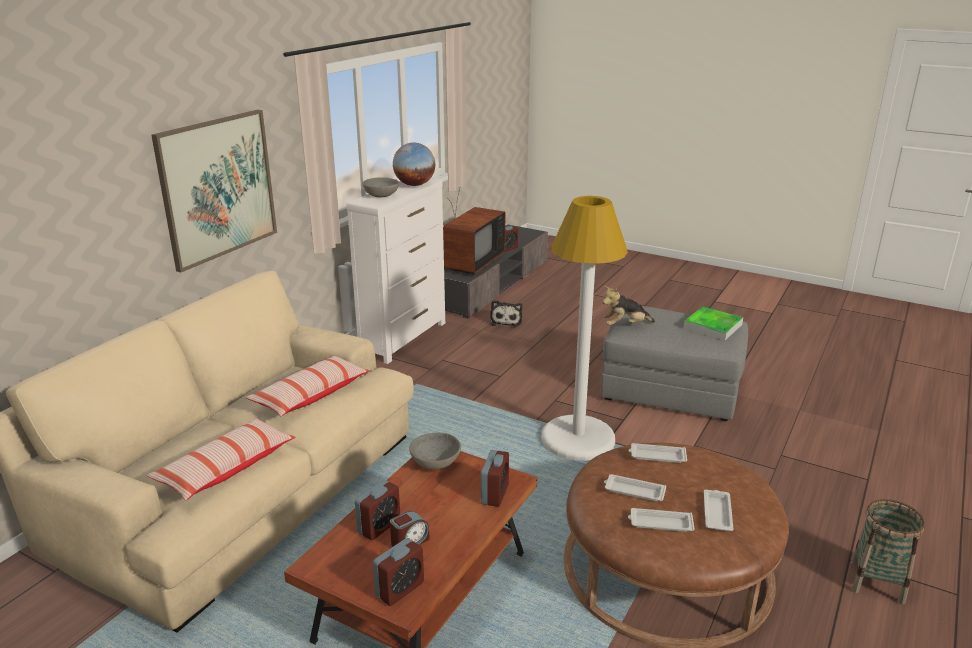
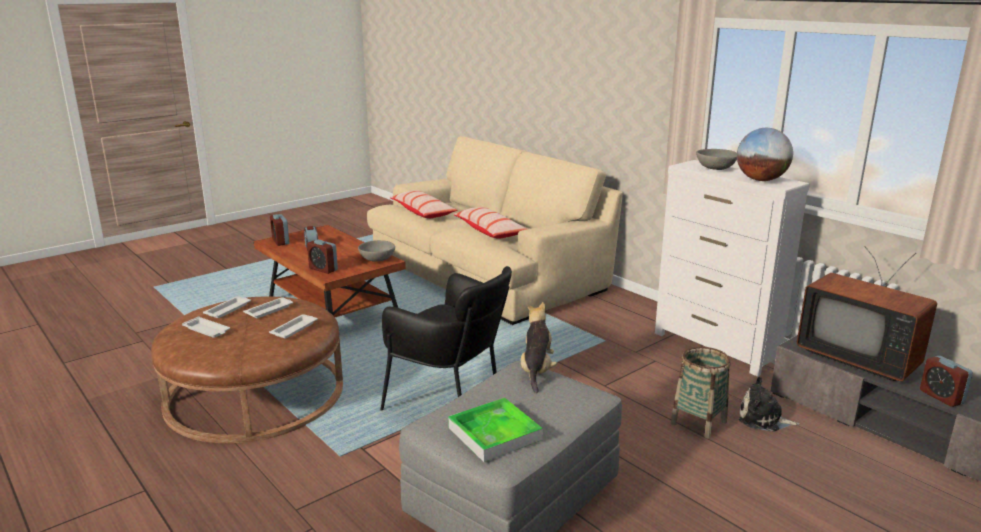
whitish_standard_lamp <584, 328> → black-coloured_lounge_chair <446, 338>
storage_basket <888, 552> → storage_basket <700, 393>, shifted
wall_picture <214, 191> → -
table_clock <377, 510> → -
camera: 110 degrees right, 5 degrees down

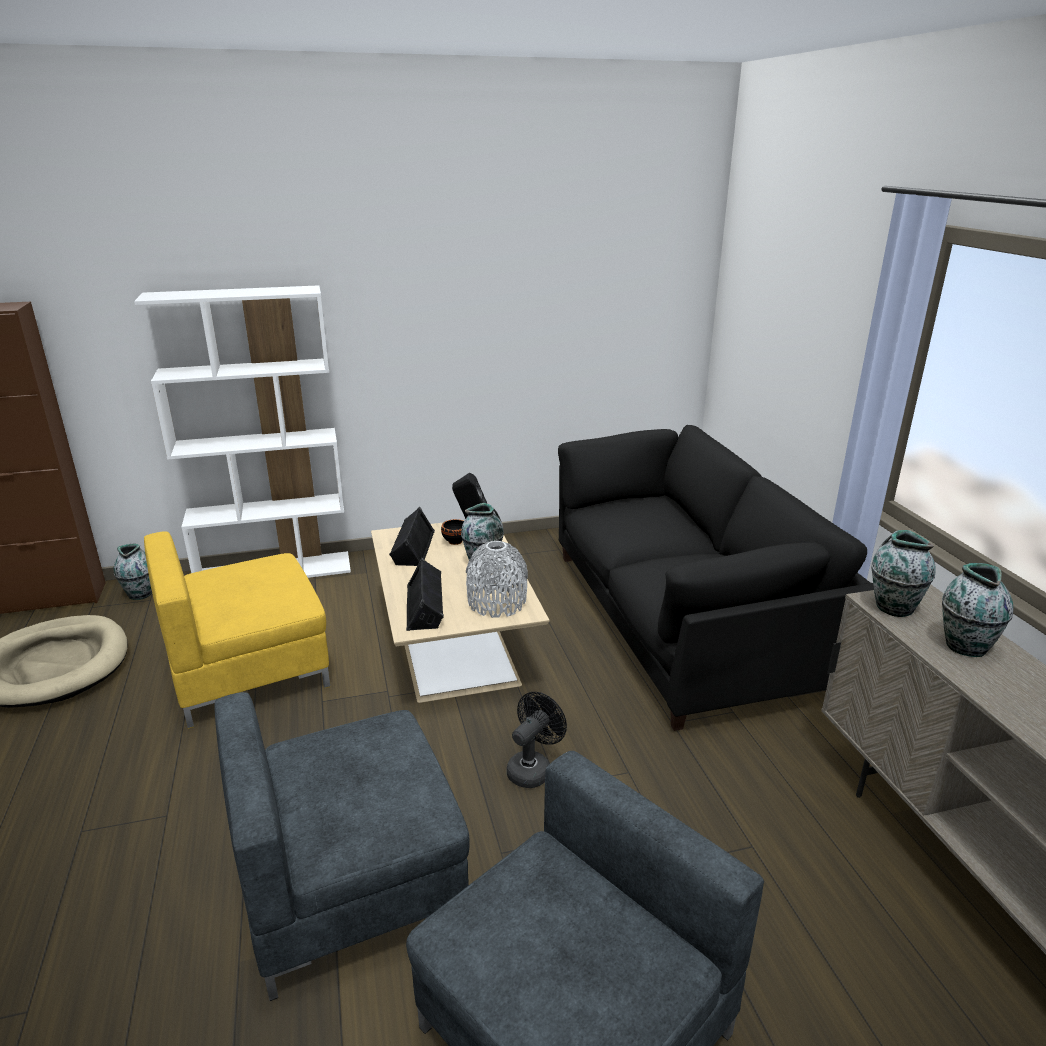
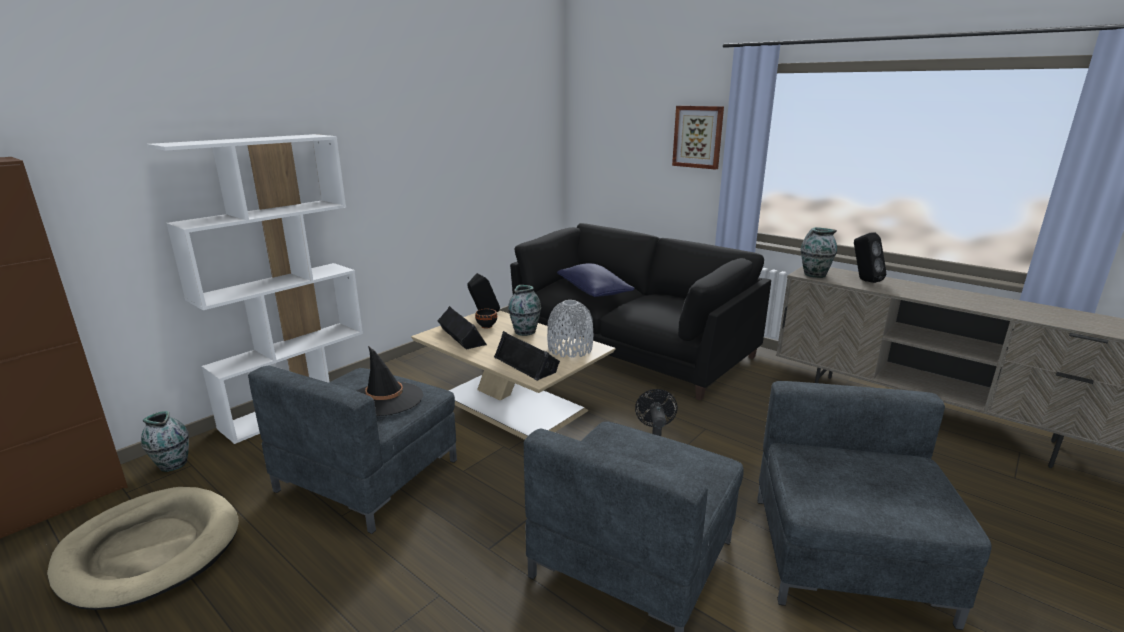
yellowish_lounge_chair <237, 630> → grey_lounge_chair <352, 449>
- → black-coloured_wearable_hat <390, 381>
- → bluish_cushion <596, 280>
- → wall_picture <698, 138>
decorative_vase <977, 610> → black-coloured_speaker <870, 257>
camera: 35 degrees left, 5 degrees down

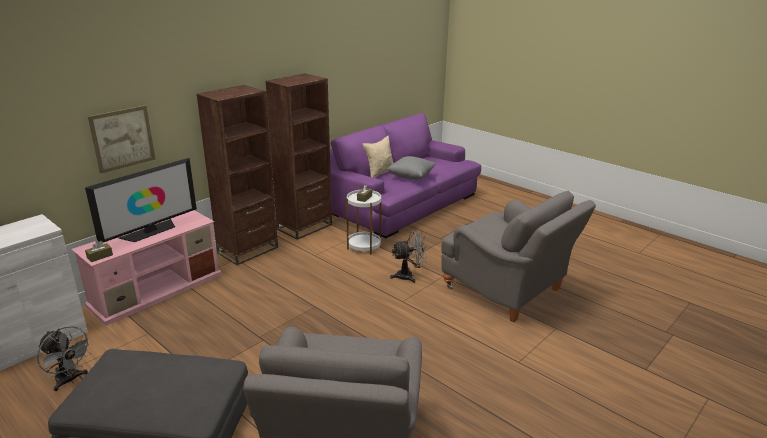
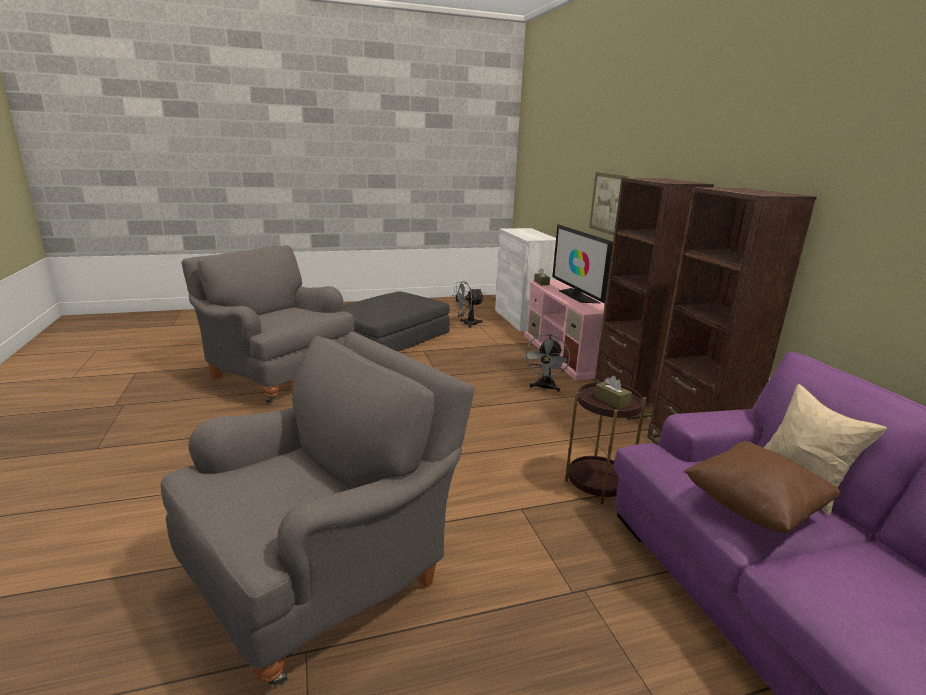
grey_lounge_chair <518, 257> → grey_lounge_chair <317, 508>, 150 degrees clockwise
grey_fan <408, 256> → grey_fan <547, 363>, shifted
whitish_accent_table <363, 221> → brown-coloured_accent_table <606, 443>
grey_cushion <411, 168> → brown-coloured_cushion <762, 487>
camera: 120 degrees right, 5 degrees down

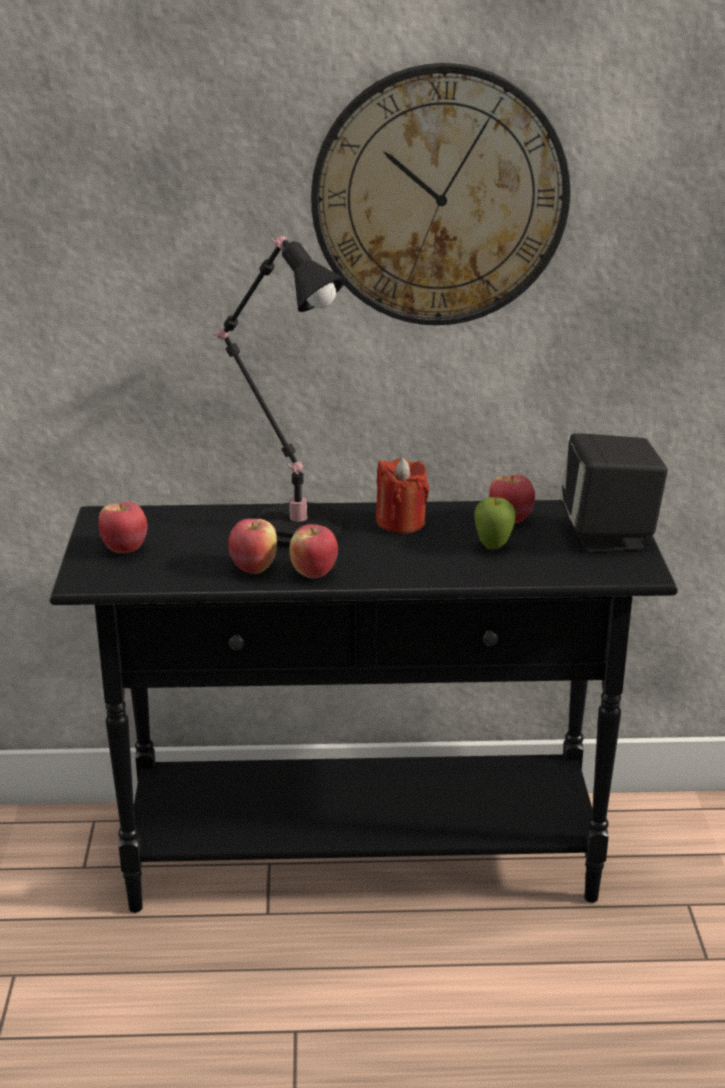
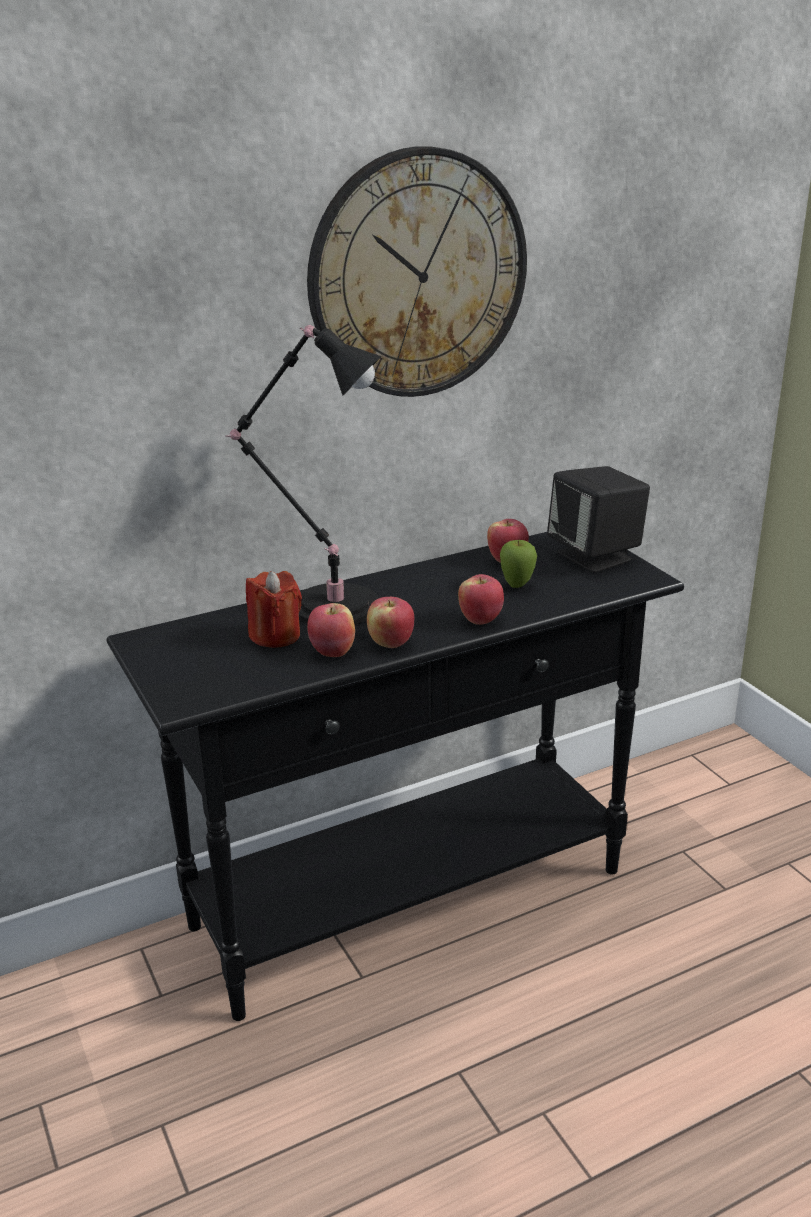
red_wax_light <402, 495> → red_wax_light <274, 609>, shifted
apple <123, 527> → apple <481, 599>, shifted
camera: 25 degrees left, 0 degrees up

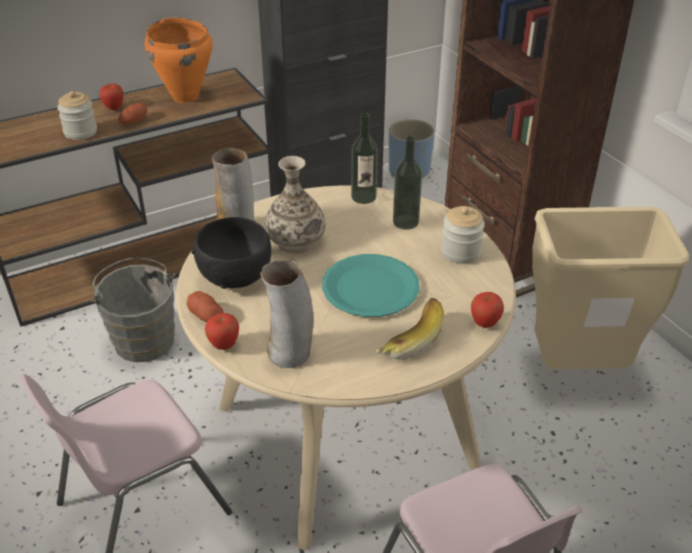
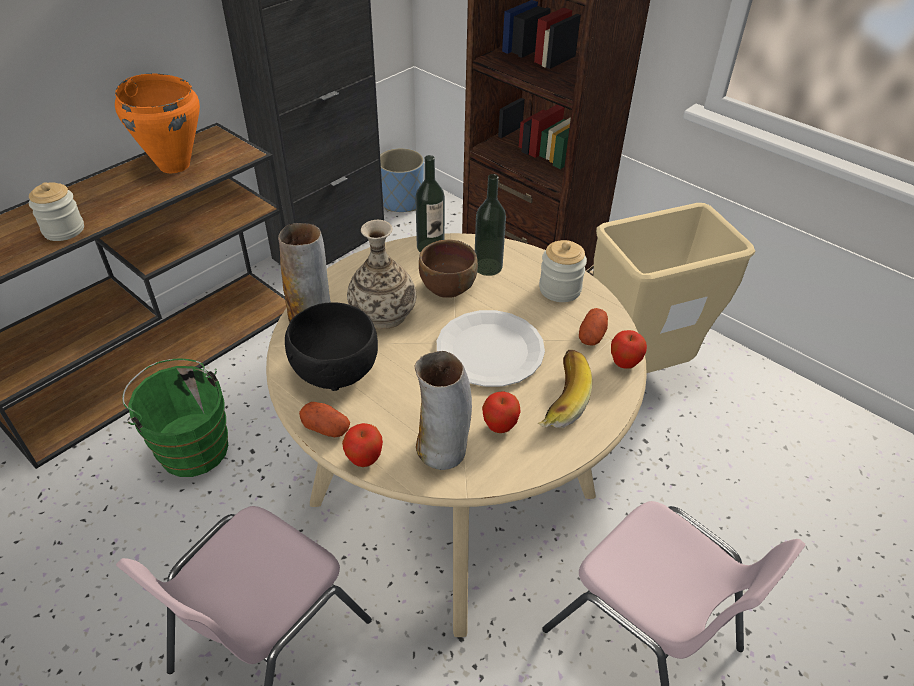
grey_pail <132, 310> → green_pail <175, 418>
- → brown-coloured_deep_dish <448, 268>
blue-green_flat_dish <371, 285> → whitish_flat_dish <491, 348>
apple <111, 97> → apple <501, 412>, shifted
spud <132, 113> → spud <593, 327>, shifted
camera: 20 degrees left, 5 degrees up

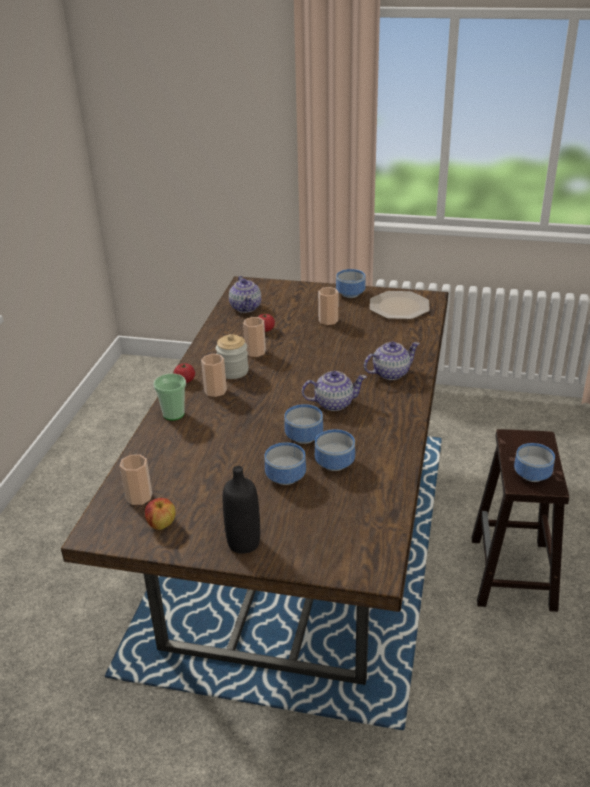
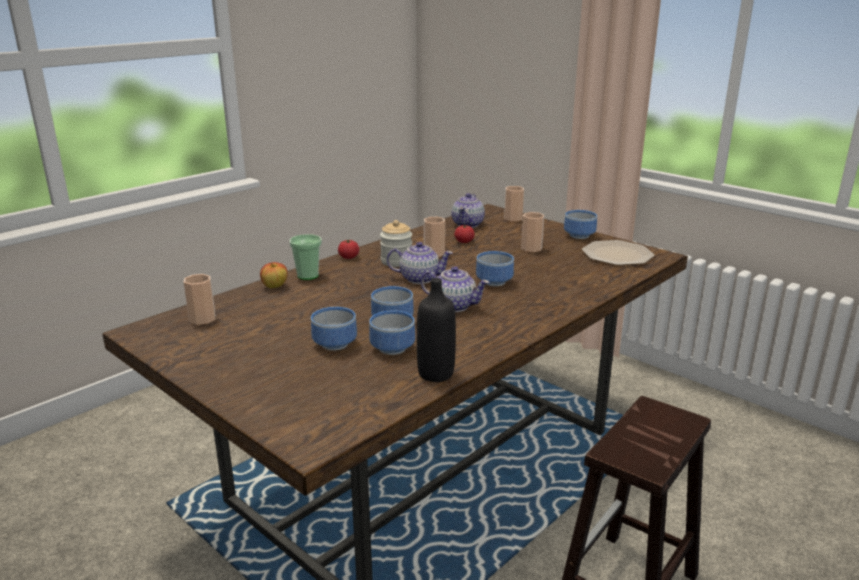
apple <160, 514> → apple <274, 275>, shifted
teapot <392, 360> → teapot <420, 263>, shifted
black-coloured_drink_bottle <241, 510> → black-coloured_drink_bottle <436, 330>, shifted
deep_dish <534, 462> → deep_dish <495, 268>, shifted
drinking_cup <214, 375> → drinking_cup <514, 204>, shifted
camera: 30 degrees right, 10 degrees down

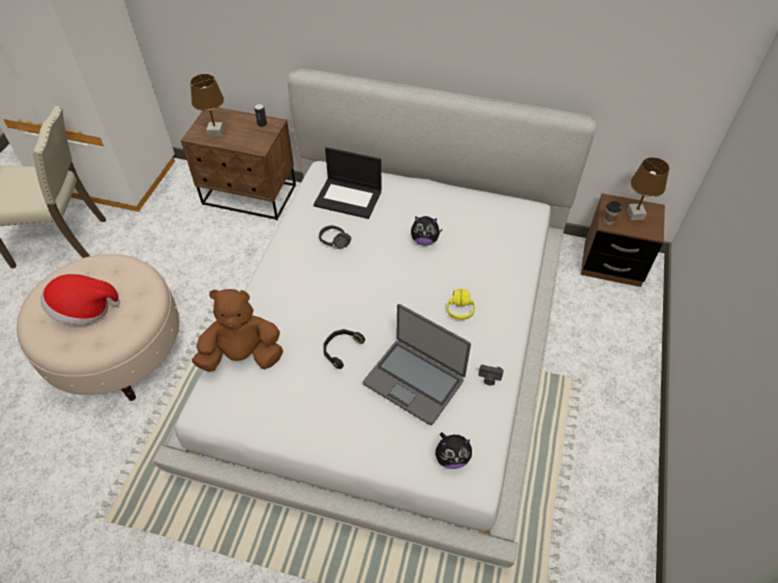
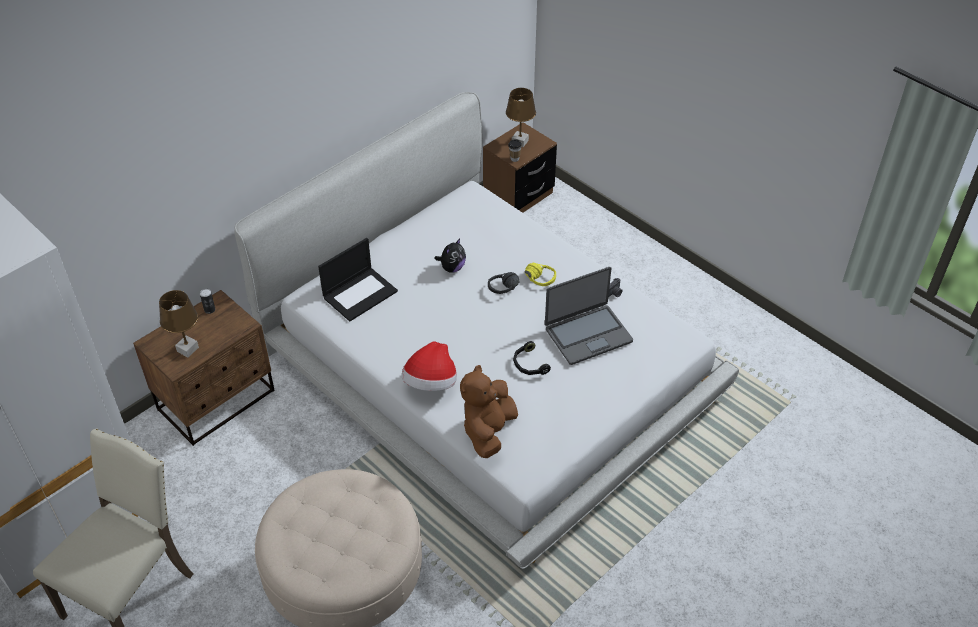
wearable_hat <80, 299> → wearable_hat <429, 366>, shifted
black-coloured_pair_of_headphones <335, 237> → black-coloured_pair_of_headphones <504, 283>, shifted
cuddly_toy <453, 450> → -
camera: 60 degrees left, 5 degrees down

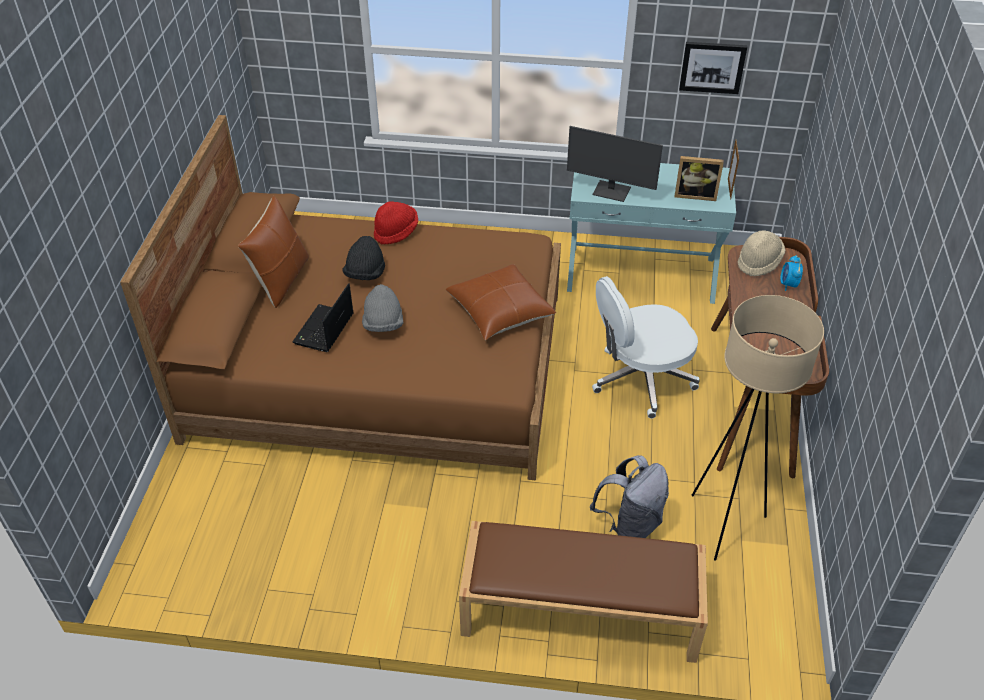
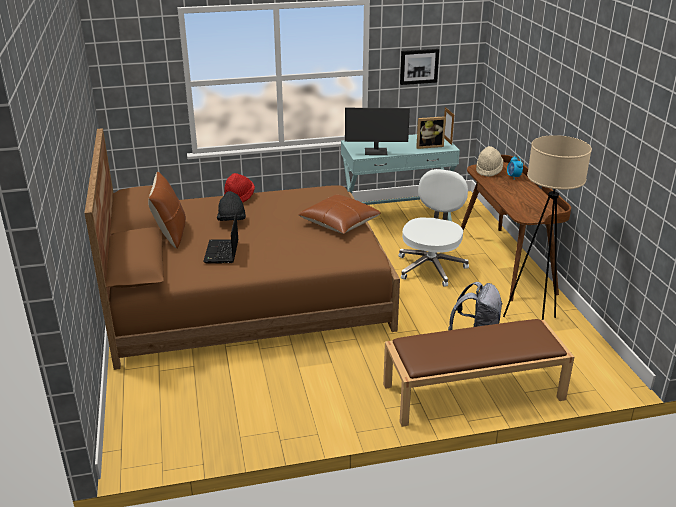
whitish_computer_chair <646, 347> → whitish_computer_chair <433, 228>, 150 degrees clockwise
grey_wearable_hat <383, 308> → -
camera: 20 degrees left, 15 degrees down

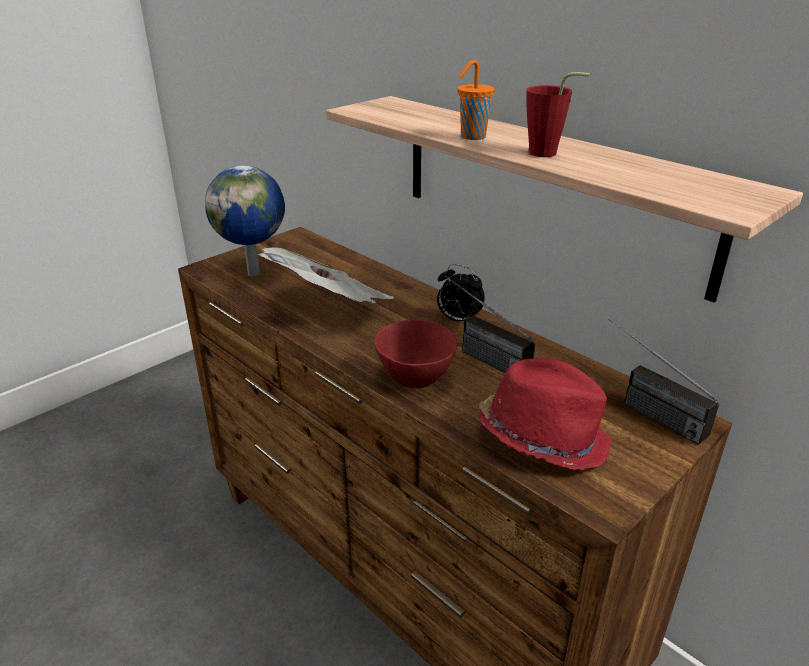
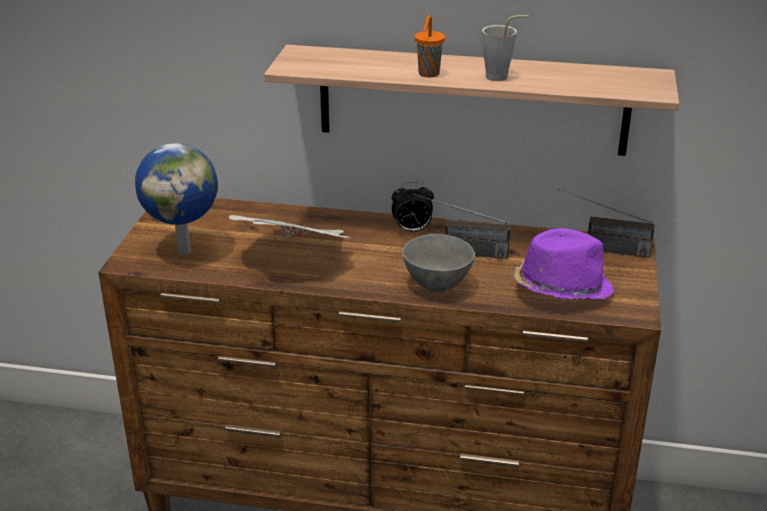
red_deep_dish <415, 354> → grey_deep_dish <438, 263>
red_drinking_cup <558, 114> → grey_drinking_cup <505, 48>
red_wearable_hat <545, 414> → purple-coloured_wearable_hat <564, 264>
camera: 35 degrees left, 0 degrees up

